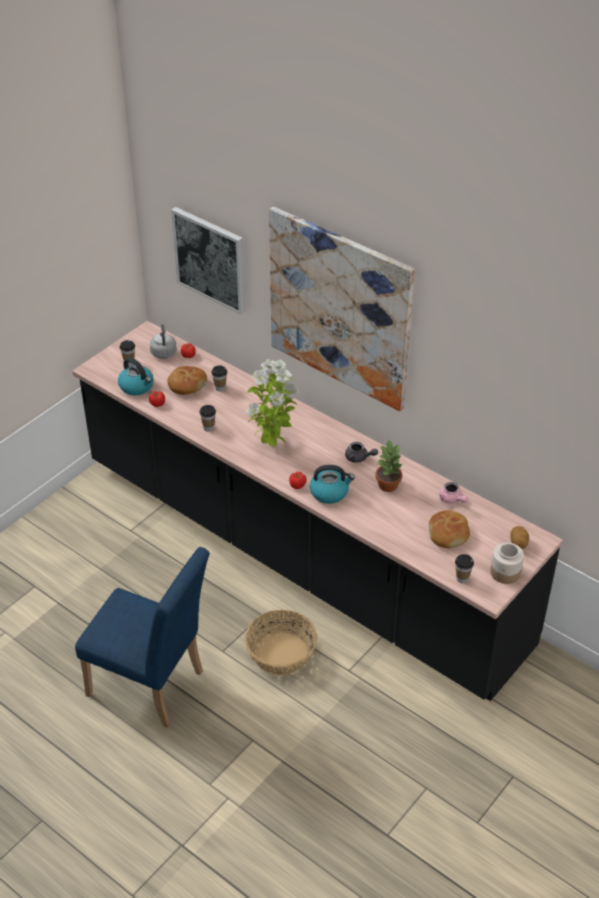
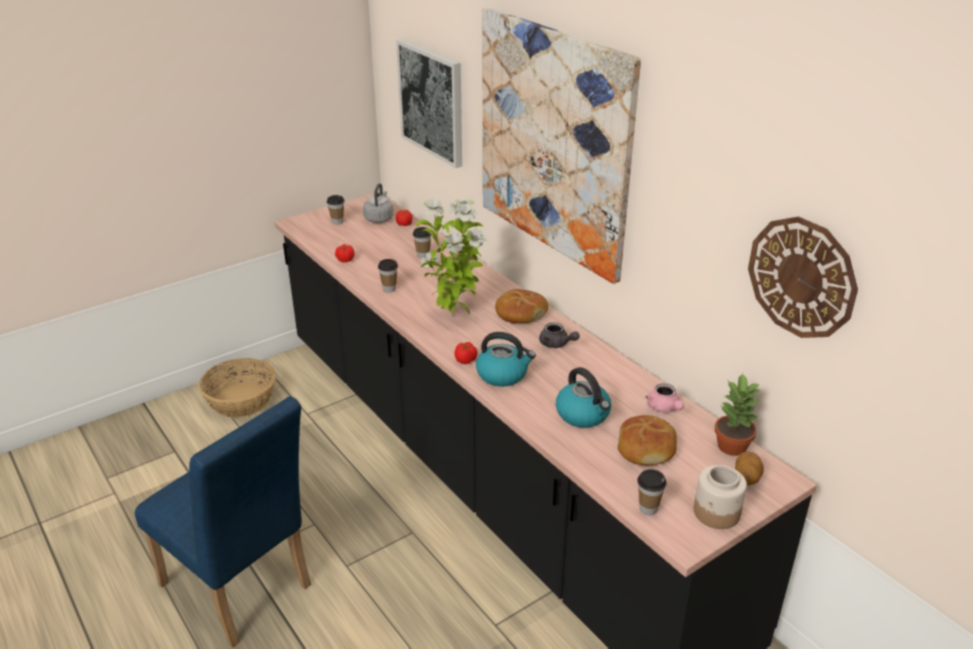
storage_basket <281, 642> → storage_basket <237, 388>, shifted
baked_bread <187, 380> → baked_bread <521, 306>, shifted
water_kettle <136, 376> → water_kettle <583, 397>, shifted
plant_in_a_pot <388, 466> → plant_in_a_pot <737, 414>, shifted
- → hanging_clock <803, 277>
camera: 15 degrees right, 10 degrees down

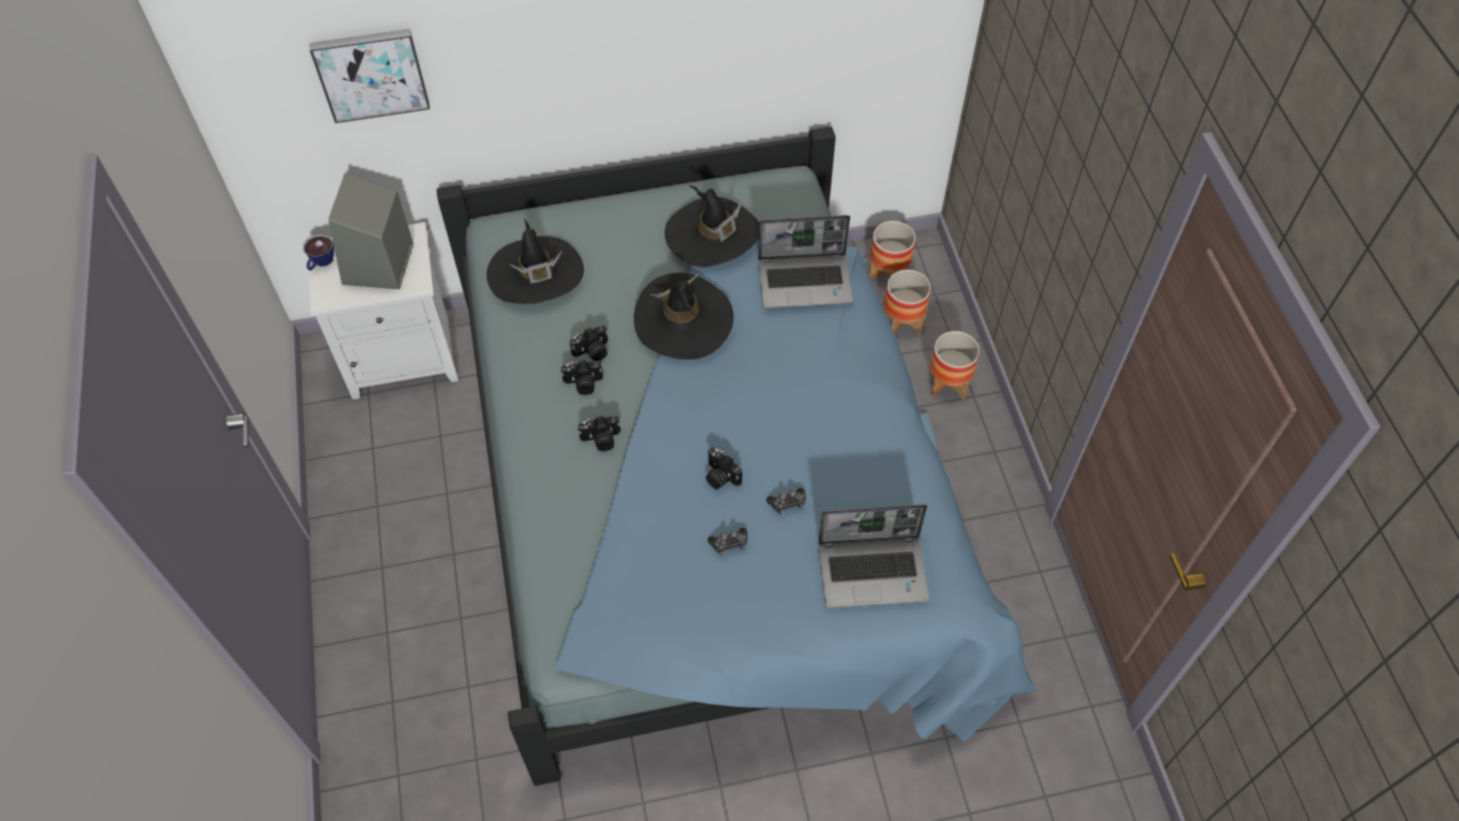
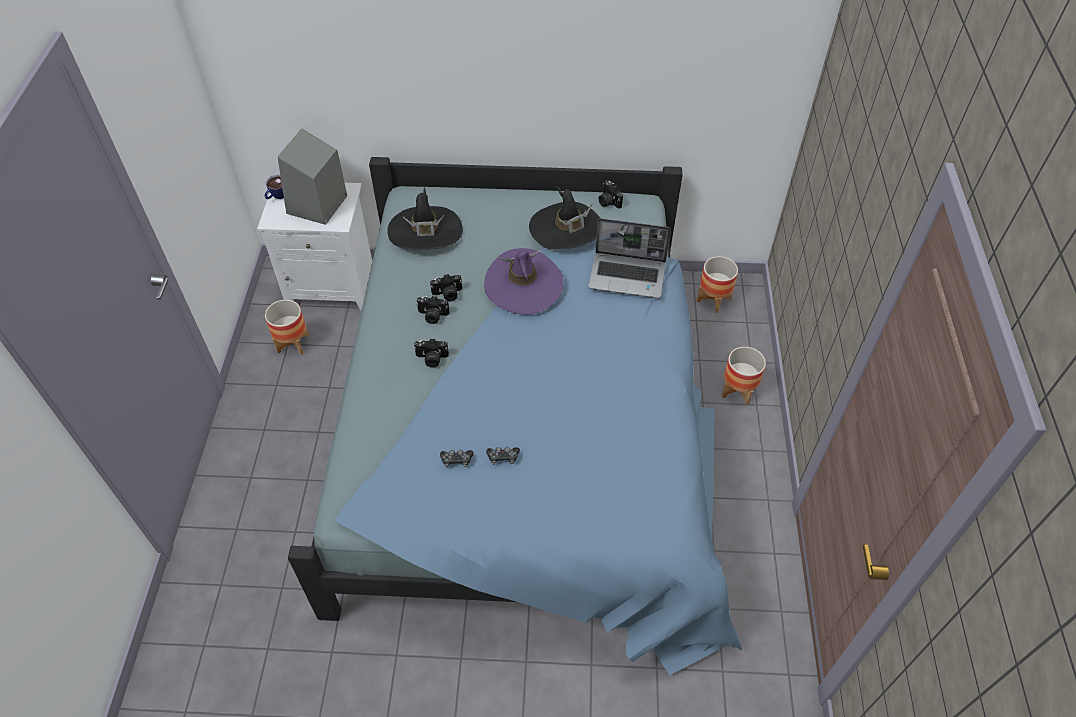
planter <907, 302> → planter <287, 327>, shifted
joypad <786, 501> → joypad <457, 459>, shifted
black-coloured_wearable_hat <684, 316> → purple-coloured_wearable_hat <524, 281>
photo_camera <724, 468> → photo_camera <611, 194>, shifted
wall_picture <369, 76> → -
notebook_computer <874, 556> → -
camera: 15 degrees right, 5 degrees down

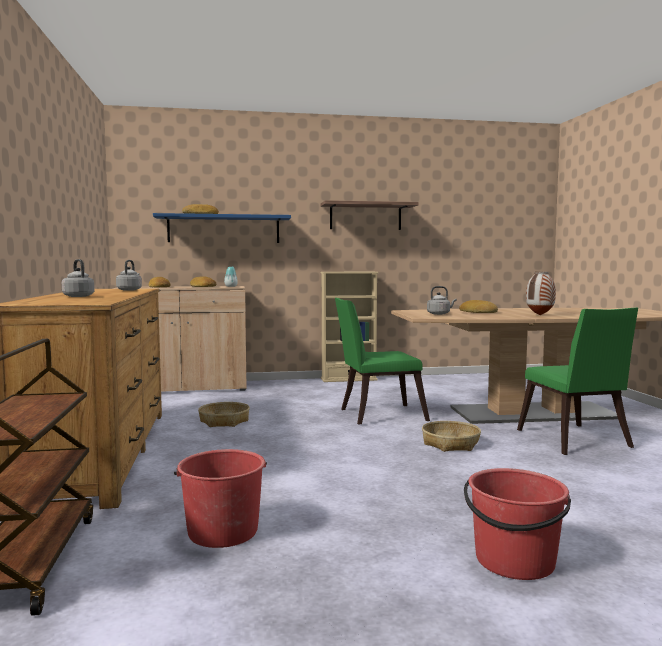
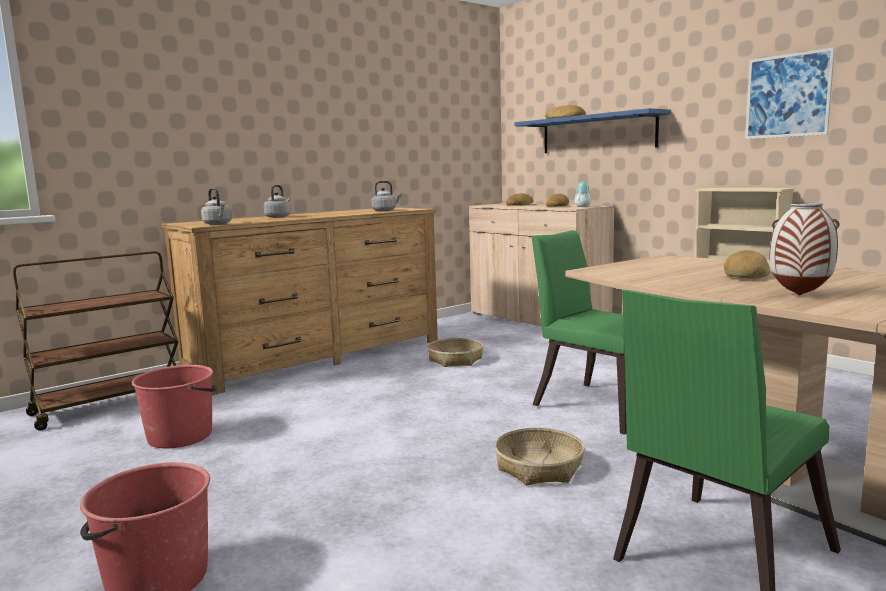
grey_water_kettle <442, 300> → grey_water_kettle <216, 206>, shifted
bracket_shelf <370, 215> → wall_picture <790, 93>
camera: 60 degrees right, 5 degrees up

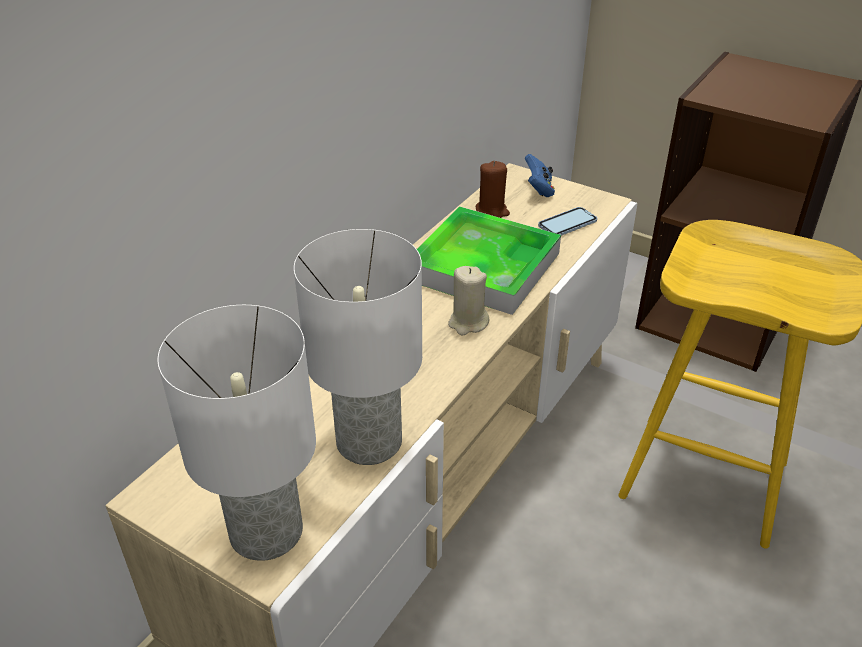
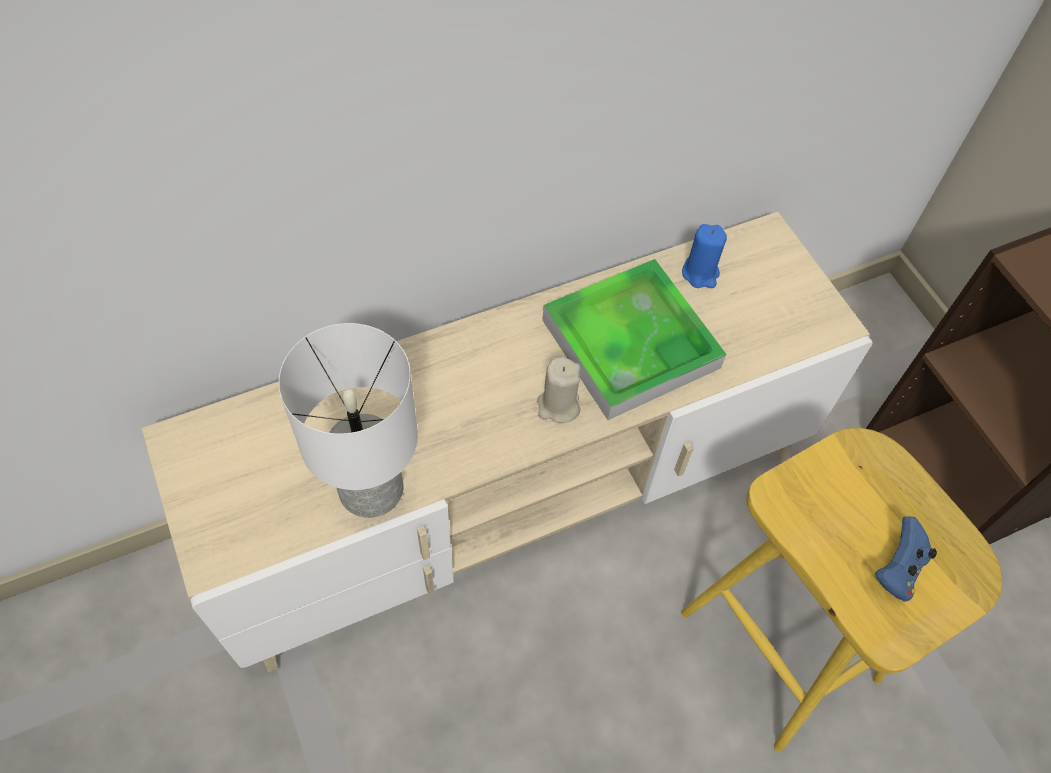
brown-coloured_wax_light <493, 189> → bluish_wax_light <704, 256>
bluish_joypad <540, 175> → bluish_joypad <906, 559>, shifted
whitish_table_lamp <237, 433> → -
telephone <567, 221> → -
camera: 30 degrees right, 20 degrees up

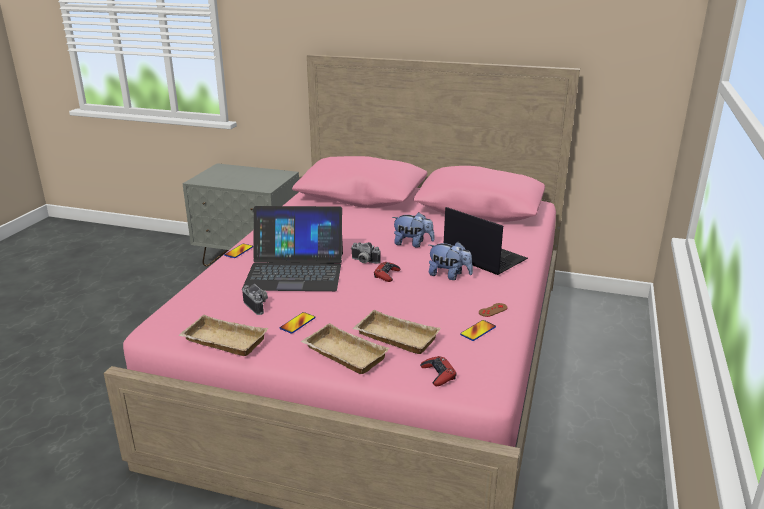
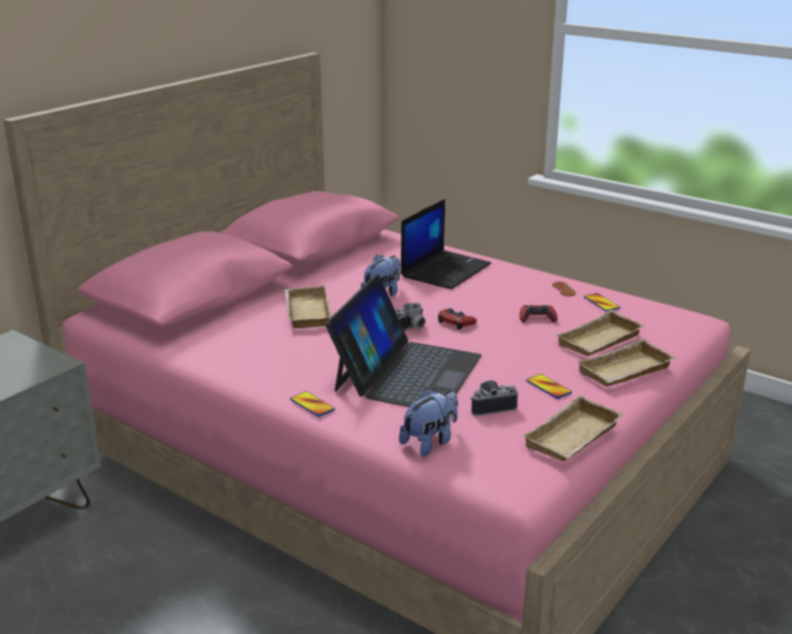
- → beige-coloured_serving_tray <308, 307>
cuddly_toy <451, 261> → cuddly_toy <428, 422>, shifted
notebook_computer <486, 241> → notebook_computer <446, 244>, 150 degrees clockwise
red_joypad <438, 371> → red_joypad <538, 314>, shifted
camera: 70 degrees left, 0 degrees up

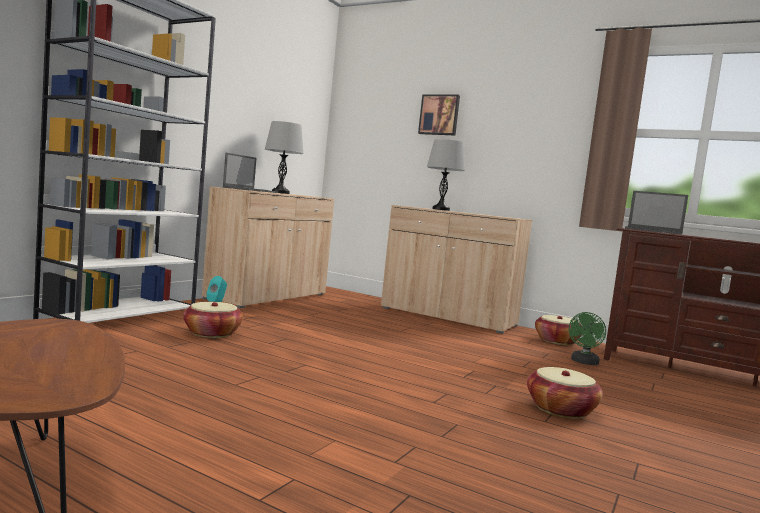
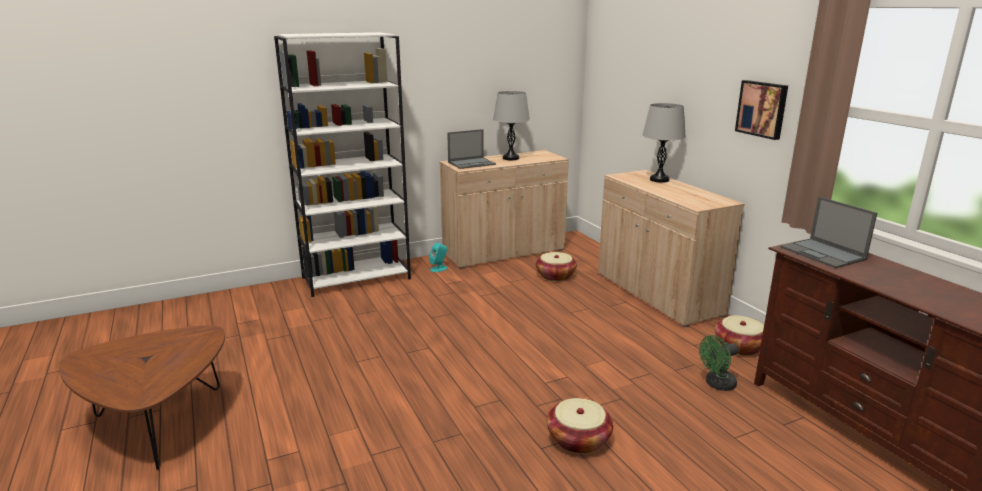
storage_basket <213, 320> → storage_basket <556, 266>, shifted
wall_picture <439, 114> → wall_picture <761, 110>, shifted
camera: 35 degrees right, 15 degrees up

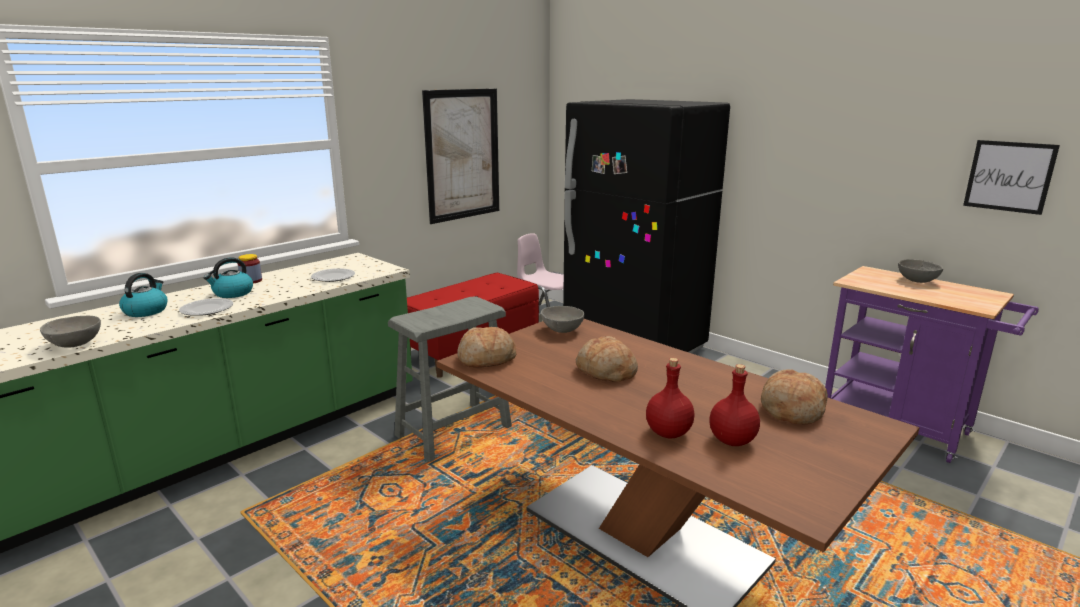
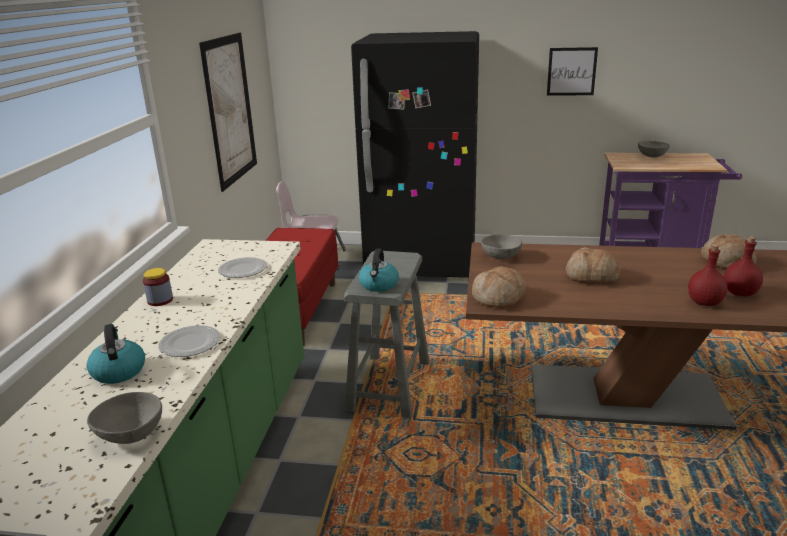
water_kettle <228, 277> → water_kettle <379, 270>, shifted
wall_picture <1011, 177> → wall_picture <572, 71>, shifted
camera: 35 degrees left, 5 degrees up

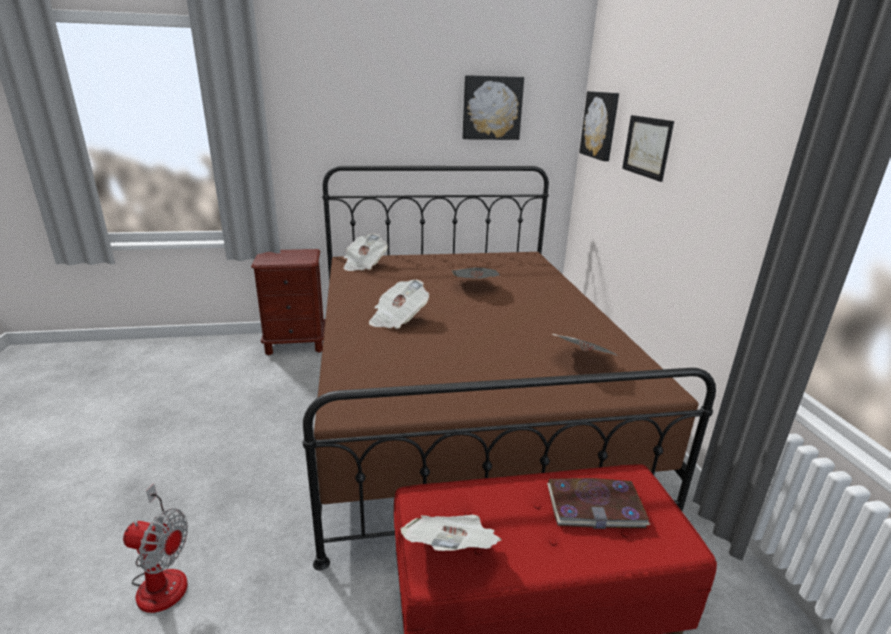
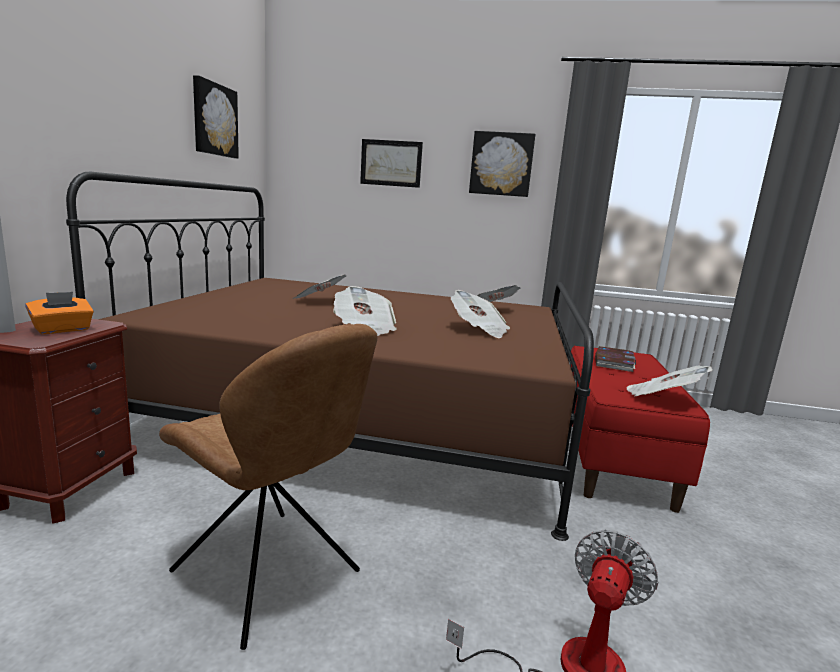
- → orange-coloured_tissue_box <59, 313>
- → brown-coloured_plain_chair <268, 487>
newspaper <365, 252> → newspaper <480, 314>, shifted
wall_picture <599, 126> → wall_picture <502, 164>, shifted
camera: 70 degrees left, 10 degrees down

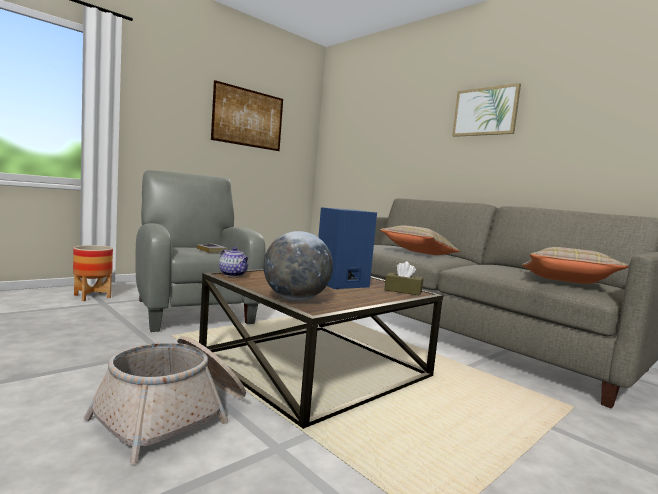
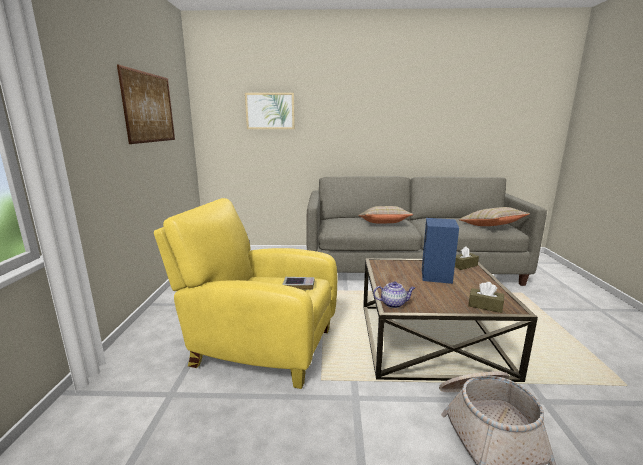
grey_lounge_chair <200, 251> → yellowish_lounge_chair <245, 293>
wall_picture <486, 110> → wall_picture <270, 111>, shifted
globe <298, 266> → brown-coloured_tissue_box <486, 297>
planter <93, 273> → -
camera: 45 degrees left, 10 degrees up

